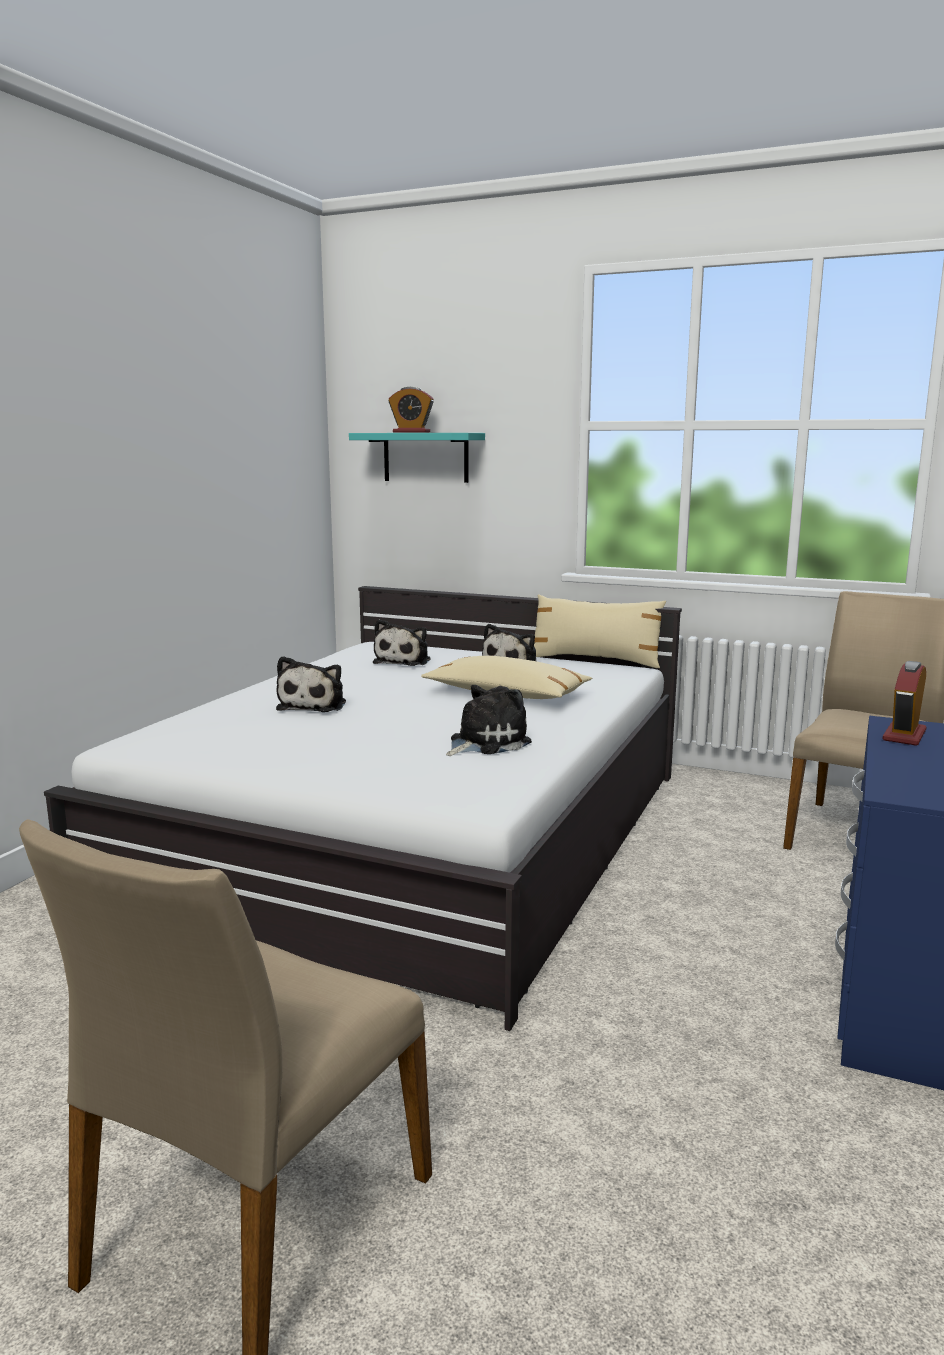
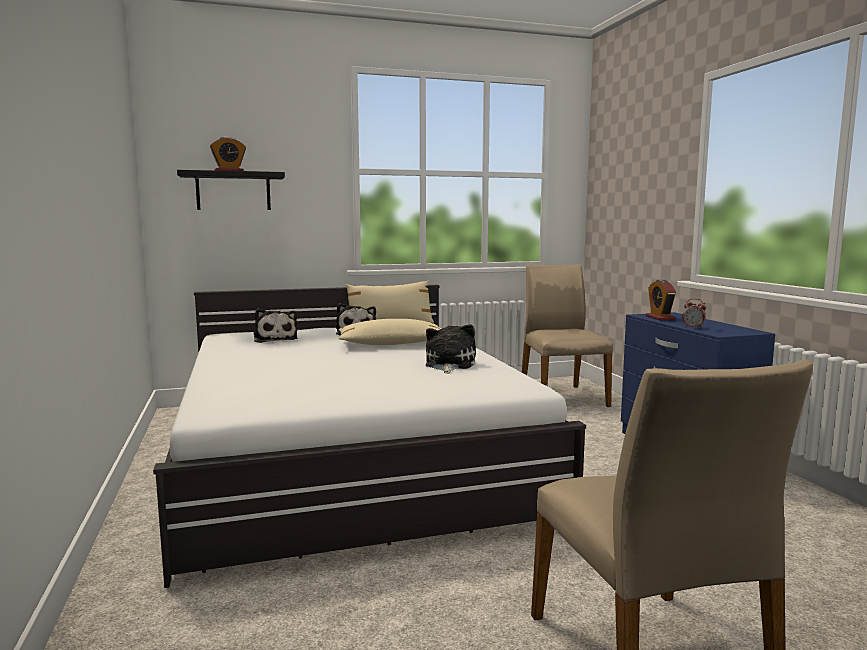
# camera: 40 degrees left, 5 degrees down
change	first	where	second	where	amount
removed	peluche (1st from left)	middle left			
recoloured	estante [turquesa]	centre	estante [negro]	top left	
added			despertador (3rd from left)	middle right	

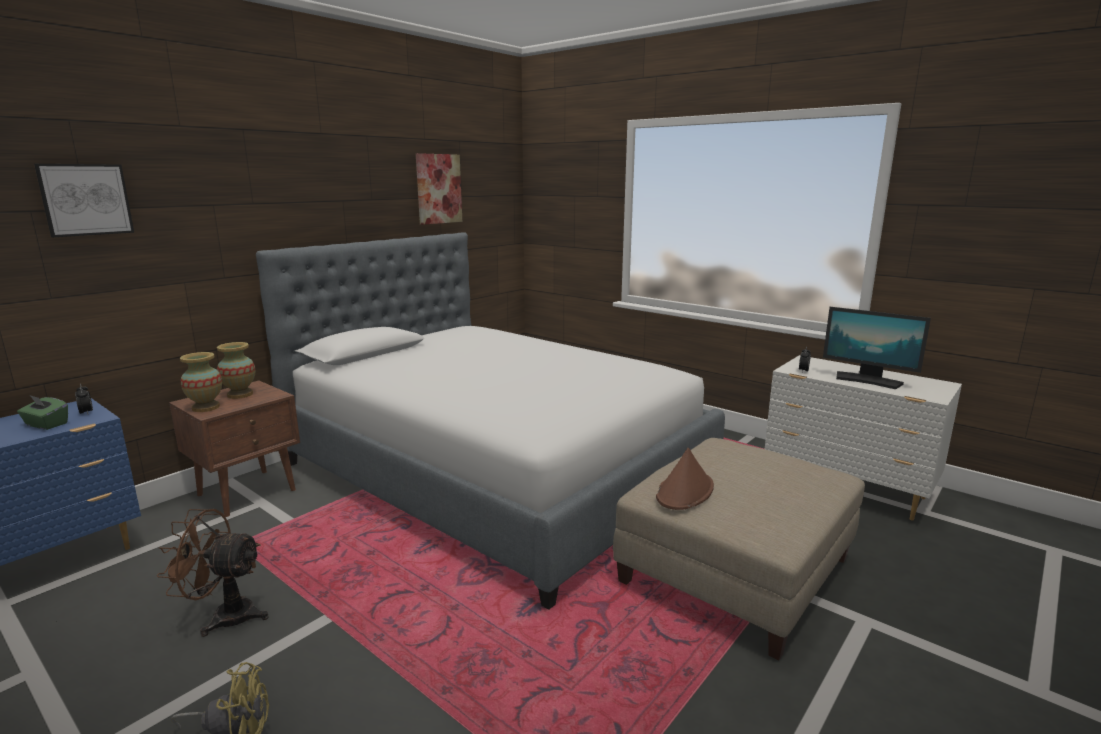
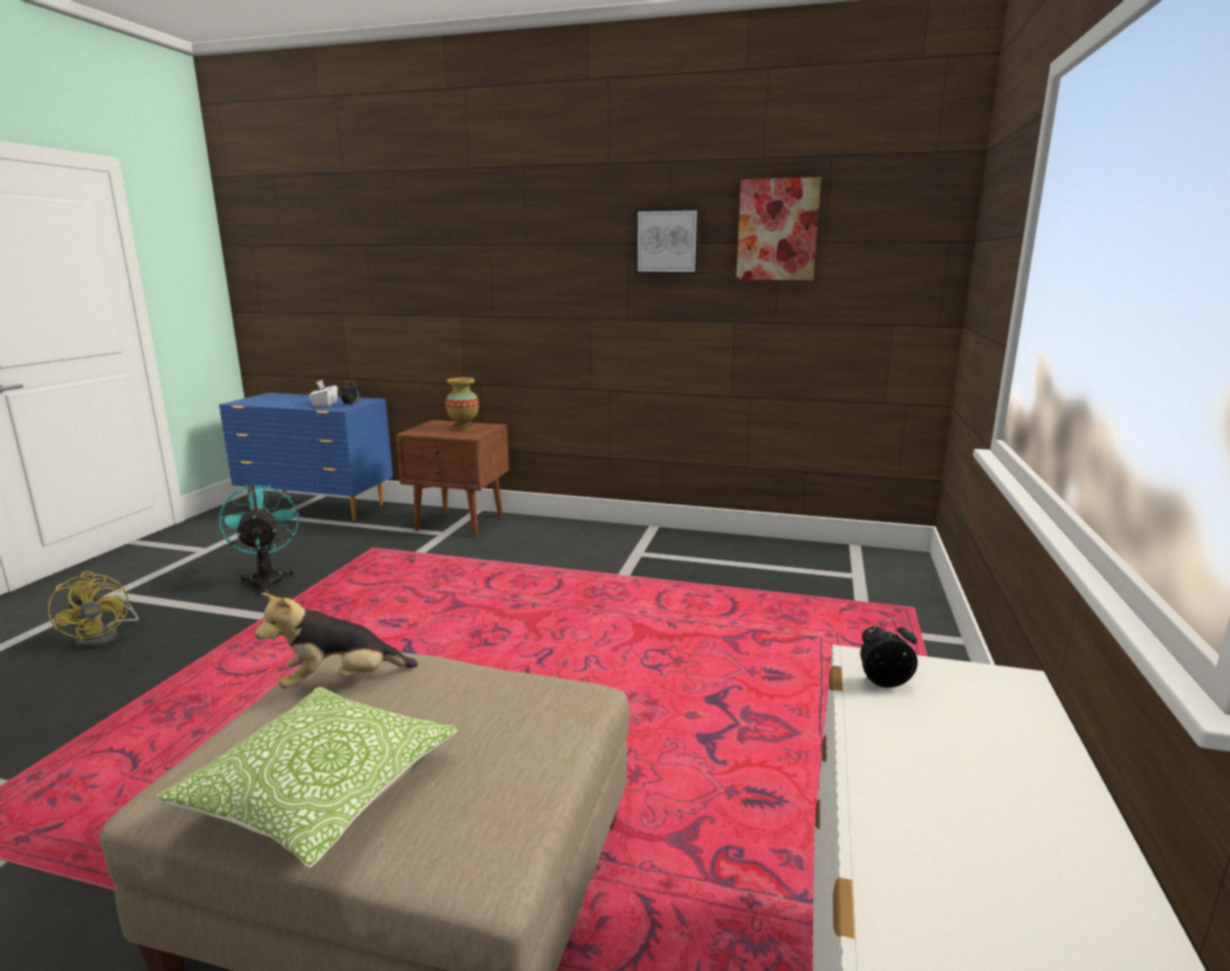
# camera: 65 degrees right, 0 degrees up
change	first	where	second	where	amount
recoloured	caja de pañuelos [verde]	middle left	caja de pañuelos [blanco]	middle left	
moved	cuadro (1st from left)	top left		top centre	
recoloured	ventilador [marrón]	bottom left	ventilador [turquesa]	middle left	
removed	florero (1st from left)	middle left			
removed	cama	centre			
replaced	sombrero [marrón]	centre	peluche	middle left	
removed	monitor	middle right			
added			cojín	bottom left	

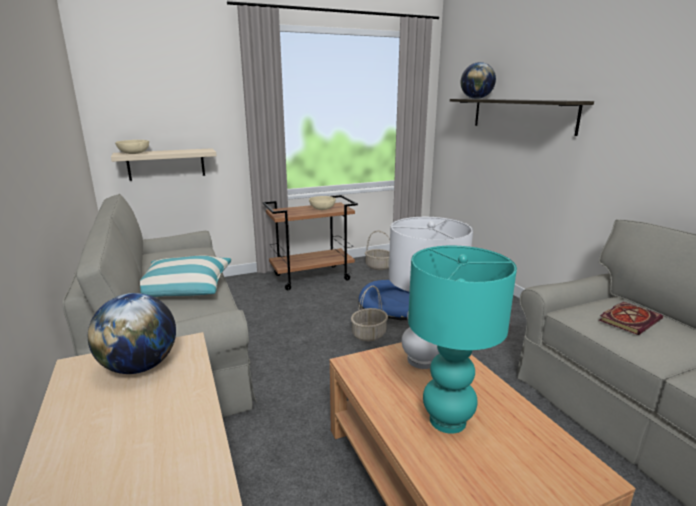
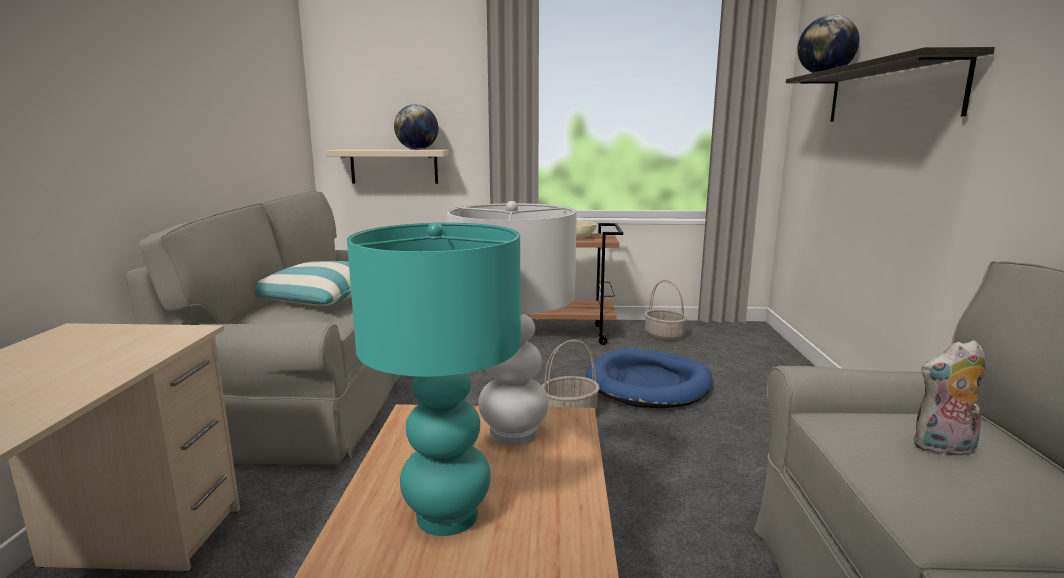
# camera: 25 degrees right, 5 degrees down
change	first	where	second	where	amount
moved	globo terráqueo (1st from left)	middle left		top centre	
removed	cuenco [beis] (1st from left)	top left			
replaced	libro	middle right	peluche	bottom right	

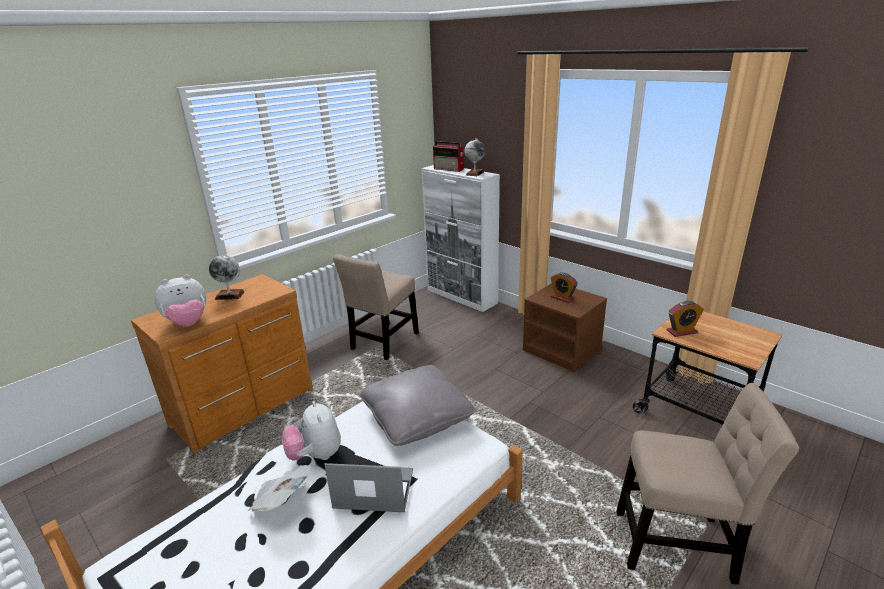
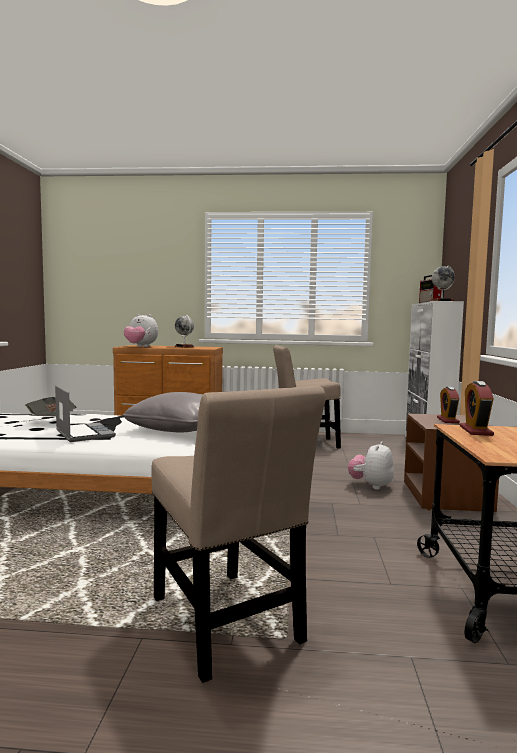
# camera: 50 degrees right, 20 degrees down
change	first	where	second	where	amount
moved	peluche (2nd from left)	bottom centre		middle right	
turned	despertador (2nd from left)	middle right		middle right	60 degrees clockwise

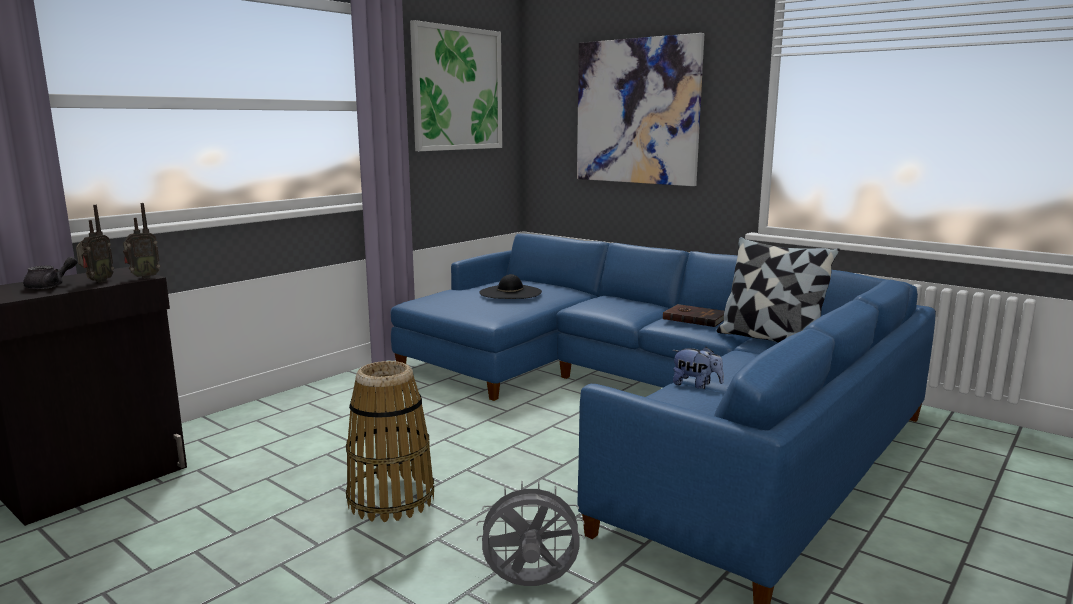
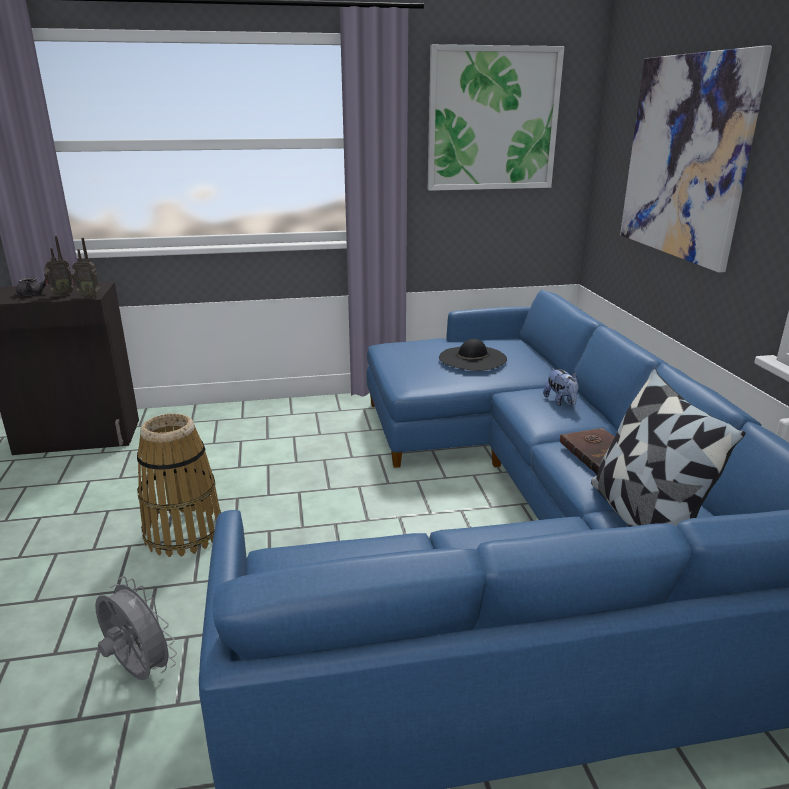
# camera: 40 degrees right, 10 degrees up
change	first	where	second	where	amount
moved	peluche	centre		middle right	

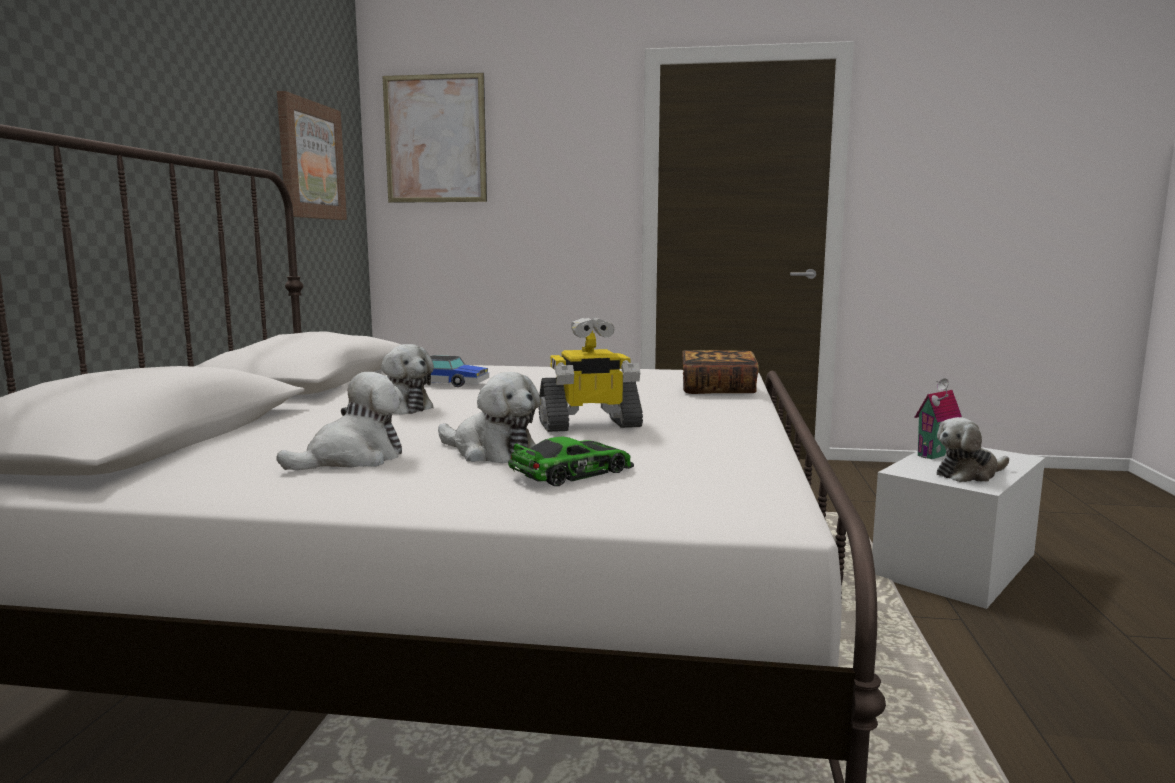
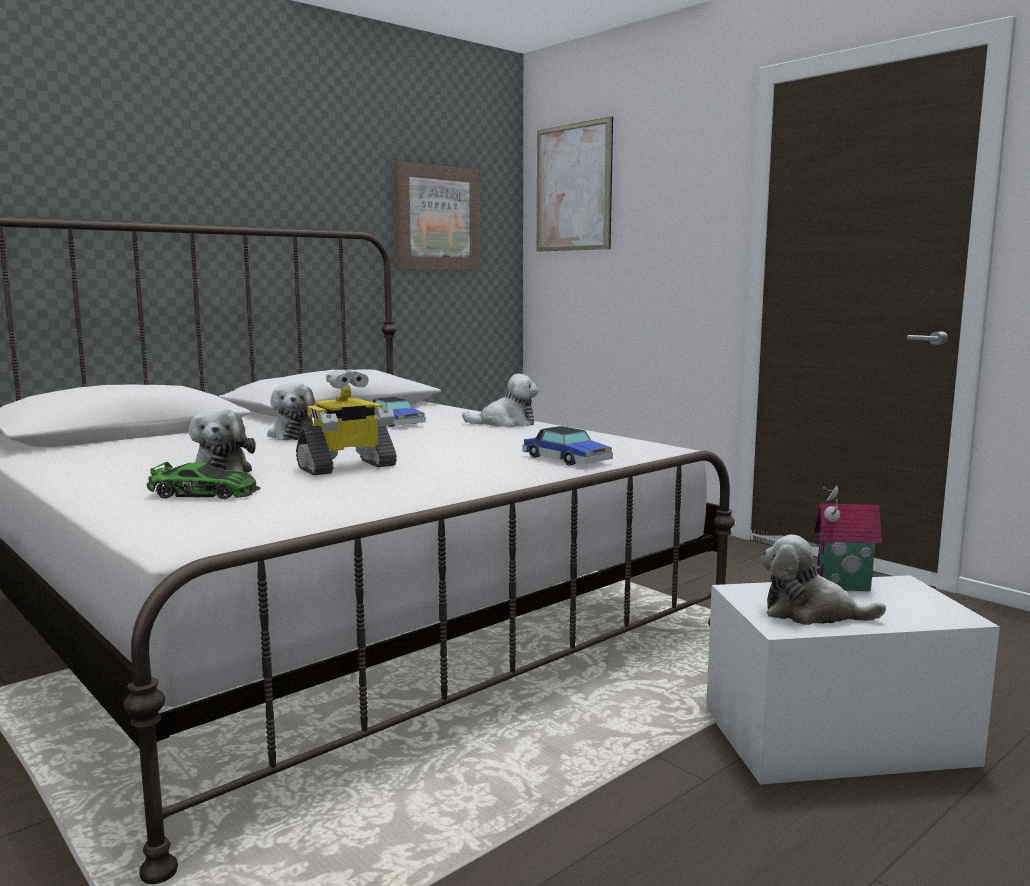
# camera: 40 degrees right, 0 degrees up
change	first	where	second	where	amount
moved	peluche (1st from left in the first image)	middle left	peluche (3rd from left)	centre	
turned	robot de juguete	centre		centre	60 degrees counterclockwise
replaced	libro	centre	coche de juguete (3rd from left)	centre	

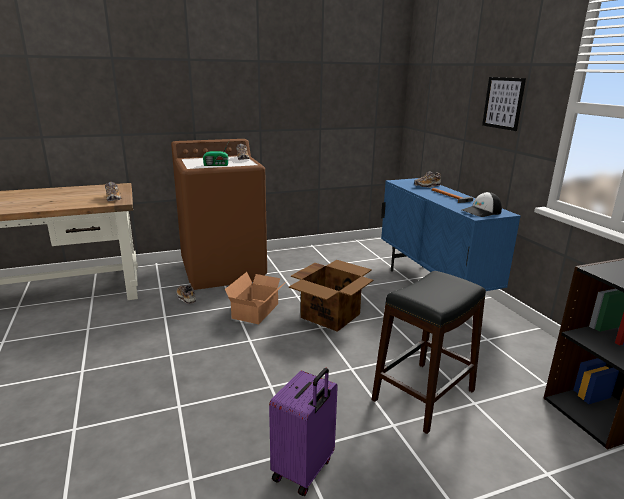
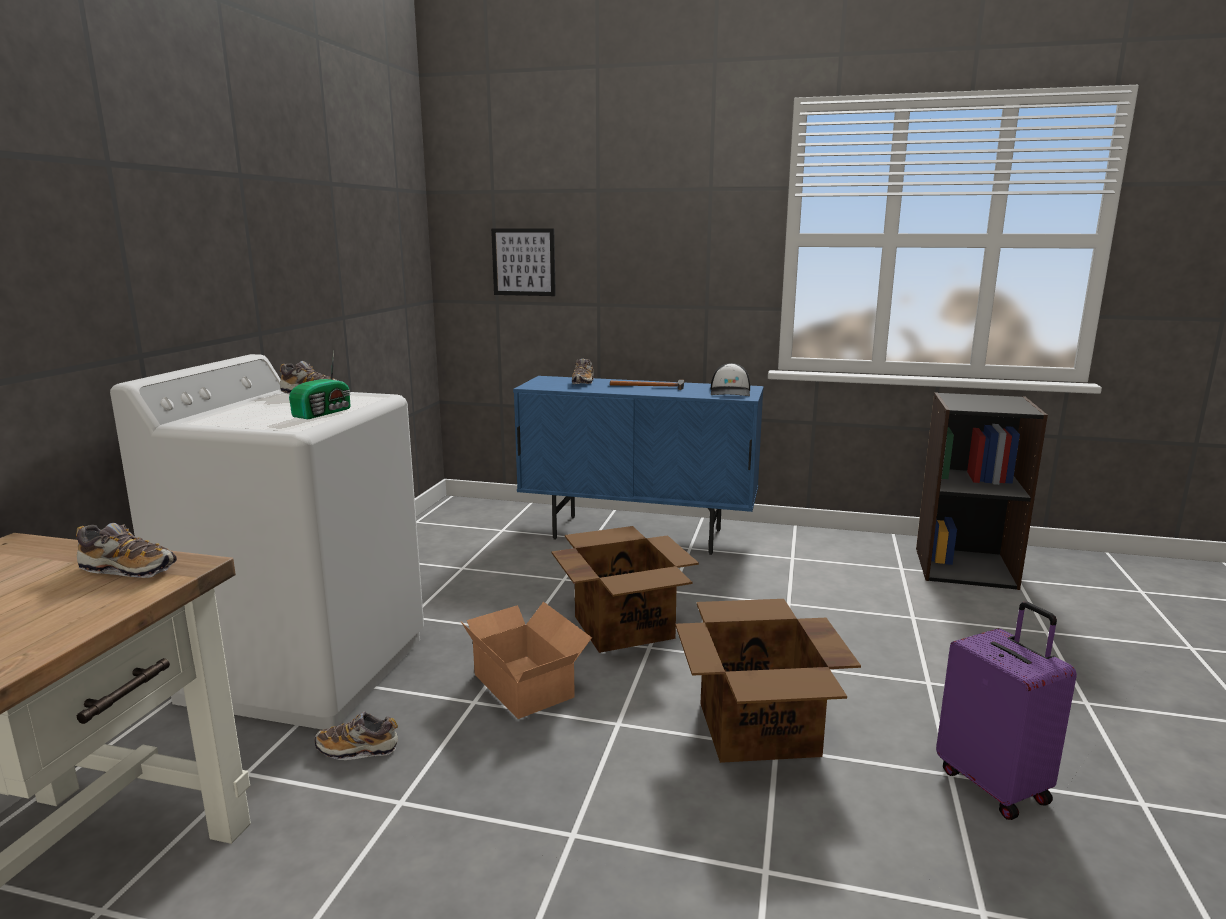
# camera: 55 degrees left, 5 degrees down
change	first	where	second	where	amount
recoloured	lavadora [marrón]	centre	lavadora [blanco]	middle left	
removed	taburete [negro]	bottom right			
moved	cuadro	top right		top centre	
added			caja de cartón (3rd from left)	bottom centre	

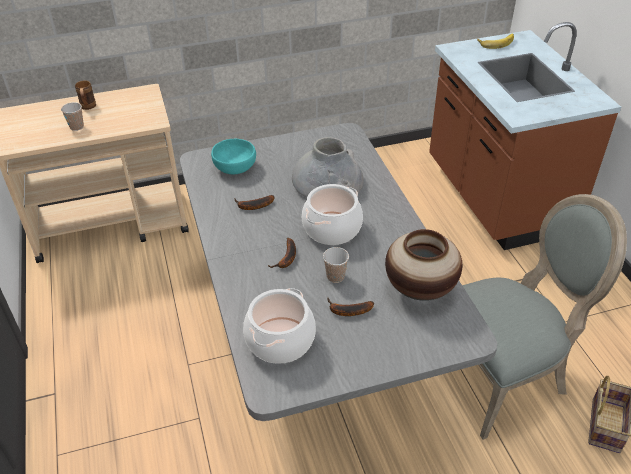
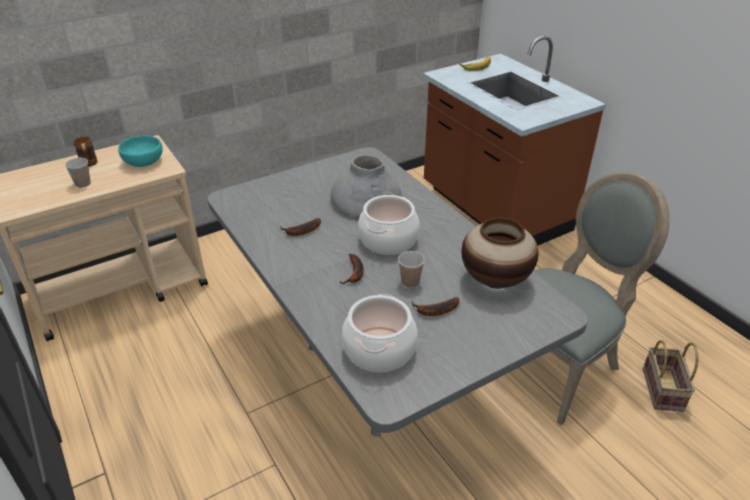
# camera: 15 degrees left, 5 degrees down
change	first	where	second	where	amount
moved	cuenco [turquesa]	top centre		top left	

